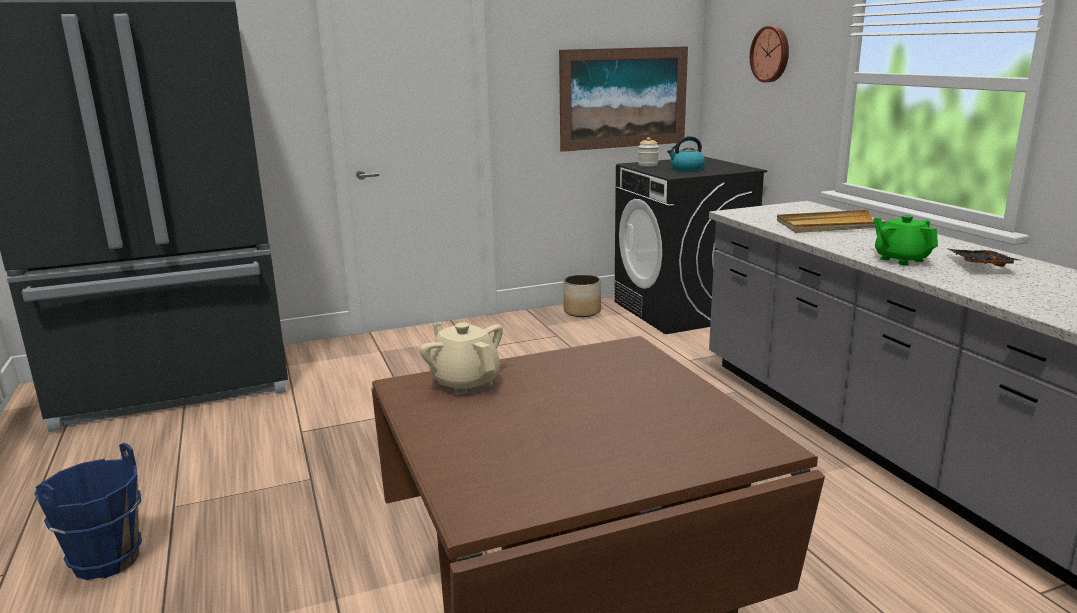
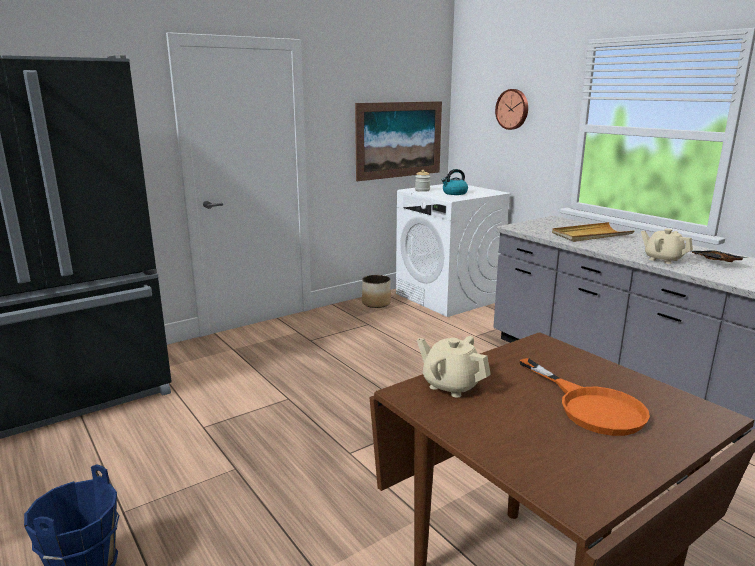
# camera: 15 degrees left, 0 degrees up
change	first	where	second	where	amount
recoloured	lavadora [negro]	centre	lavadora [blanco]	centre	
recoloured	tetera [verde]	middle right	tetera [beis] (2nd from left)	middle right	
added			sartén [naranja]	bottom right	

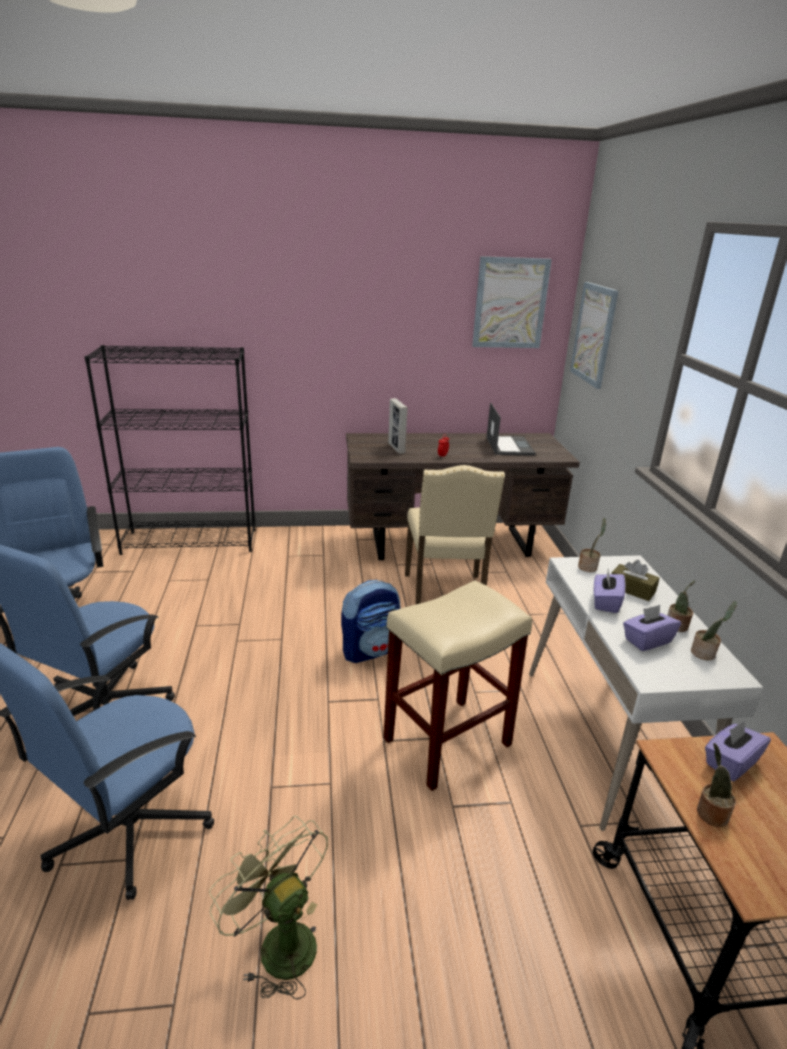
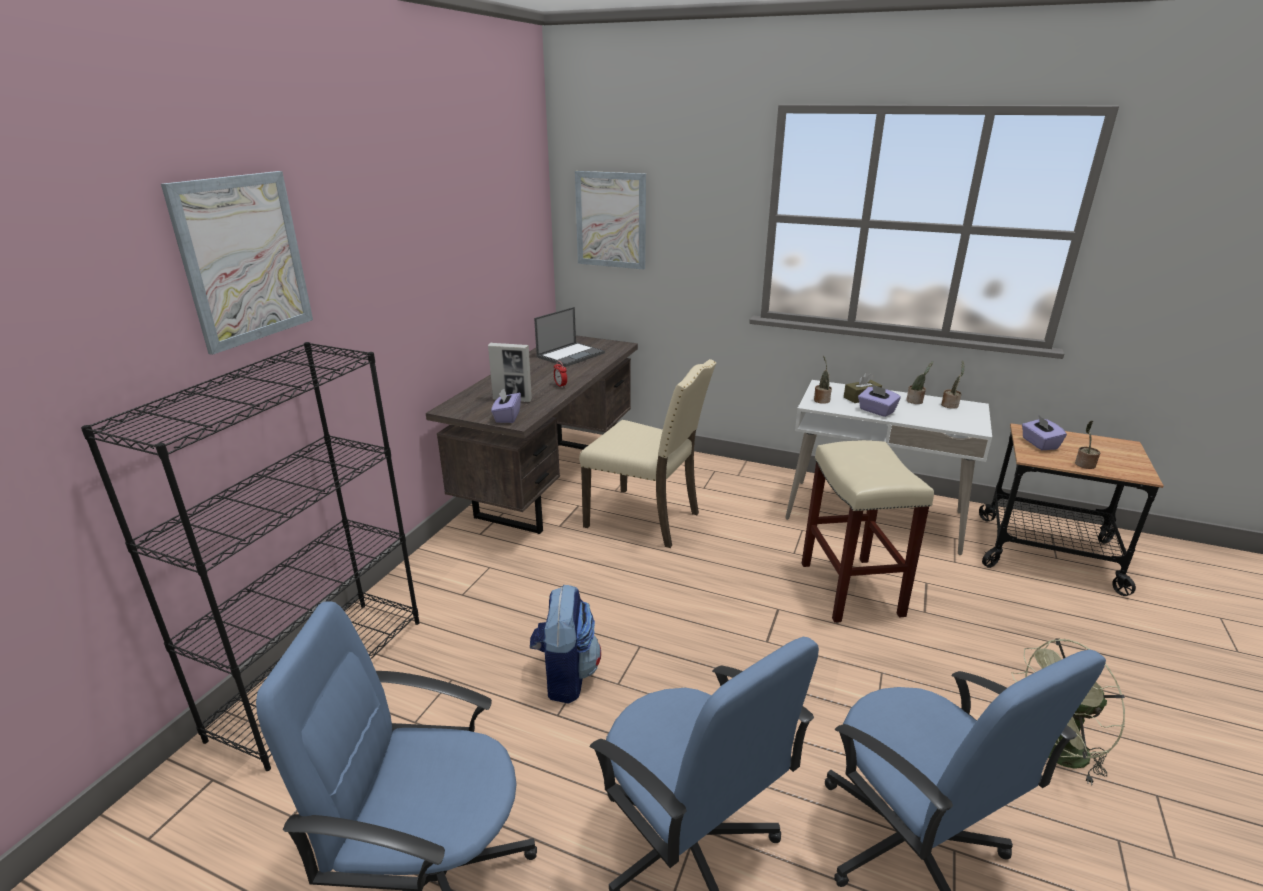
# camera: 60 degrees left, 0 degrees up
change	first	where	second	where	amount
moved	mochila	centre		bottom centre	
moved	cuadro (1st from left)	top centre		top left	
turned	portátil	centre		centre	105 degrees clockwise
moved	caja de pañuelos [morado] (2nd from left in the first image)	middle right	caja de pañuelos [morado] (1st from left)	centre	

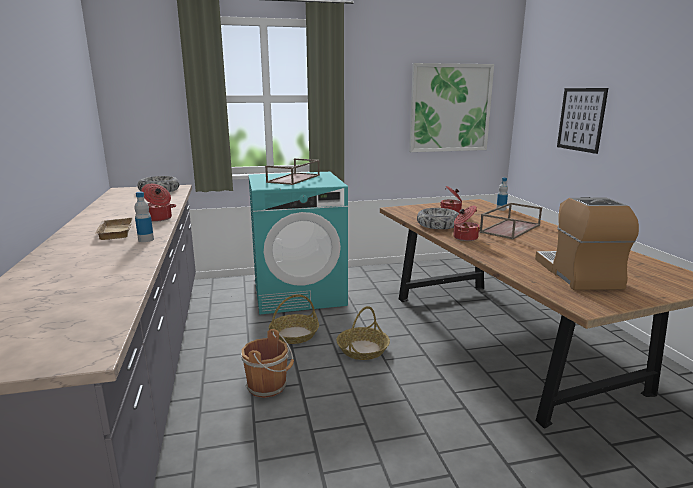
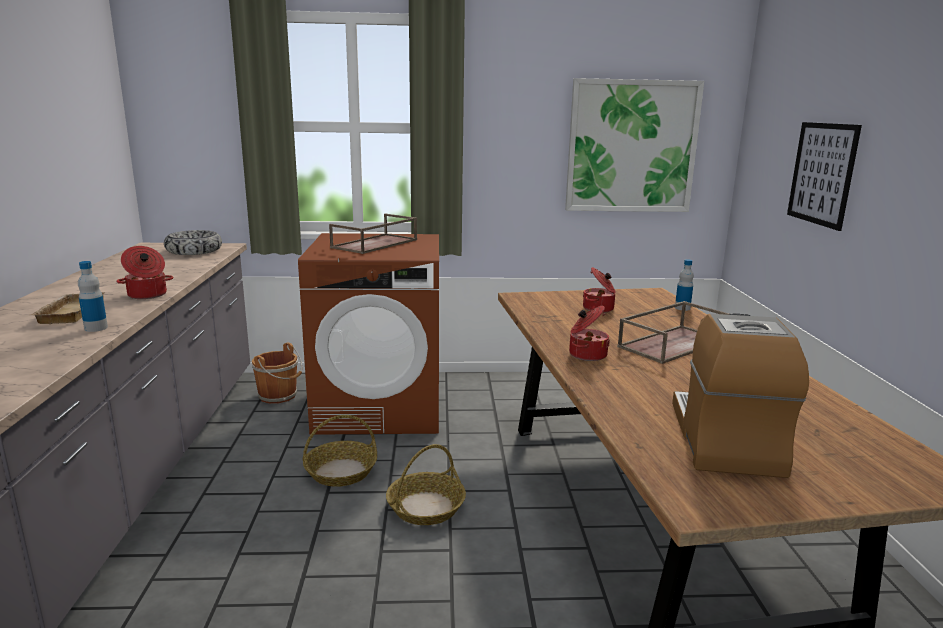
# camera: 10 degrees right, 0 degrees up
change	first	where	second	where	amount
moved	cubo [marrón]	bottom centre		middle left	
recoloured	lavadora [turquesa]	centre	lavadora [marrón]	centre	
removed	cuenco (2nd from left)	centre			

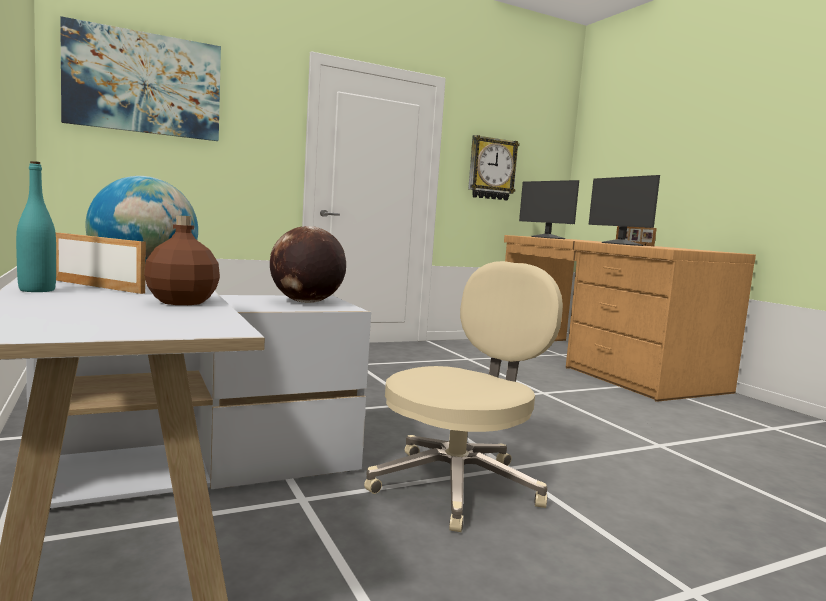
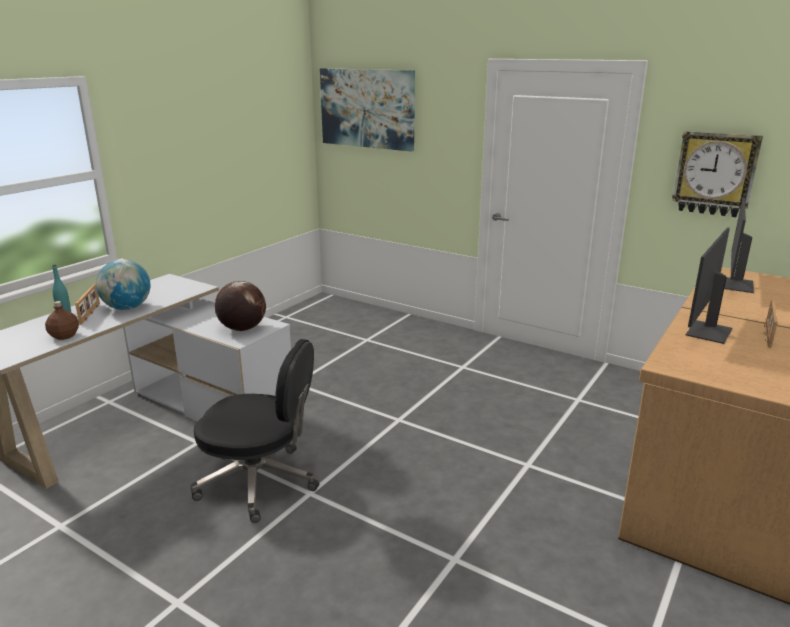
# camera: 60 degrees right, 15 degrees up
change	first	where	second	where	amount
recoloured	silla de oficina [beis]	centre	silla de oficina [negro]	bottom left	

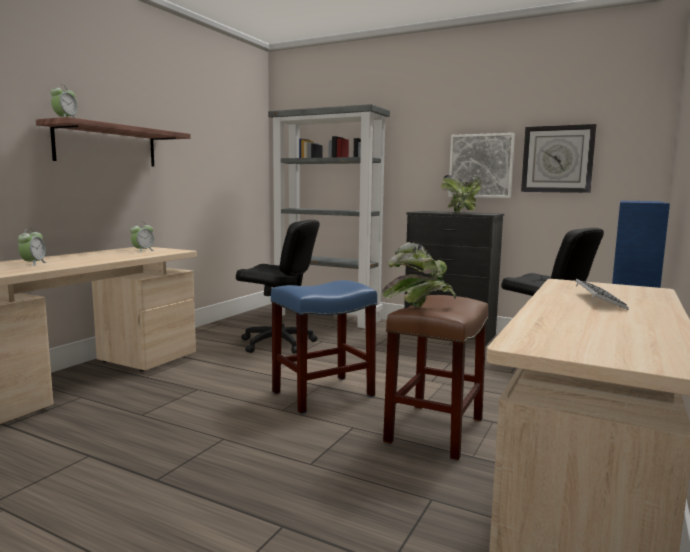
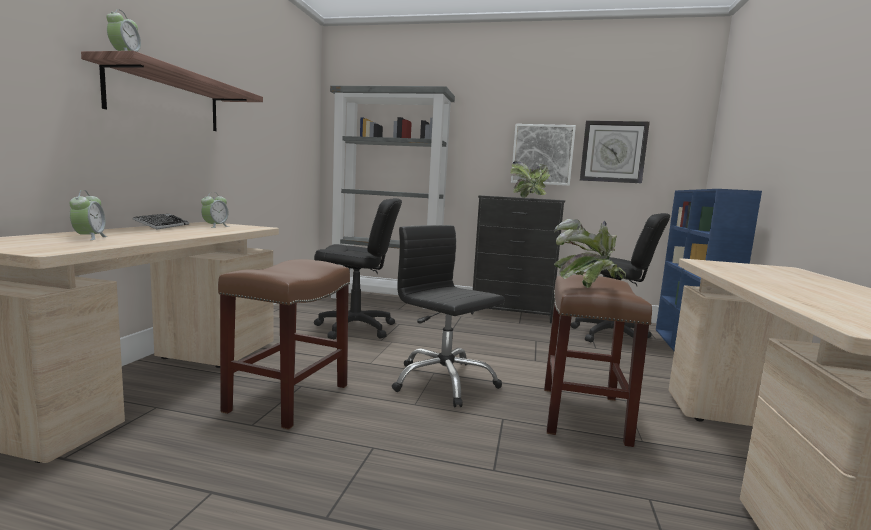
# camera: 15 degrees left, 0 degrees up
change	first	where	second	where	amount
replaced	taburete [azul]	centre	silla de oficina [negro] (2nd from left)	centre	
moved	teclado	middle right		middle left	
added			taburete [marrón] (1st from left)	middle left	

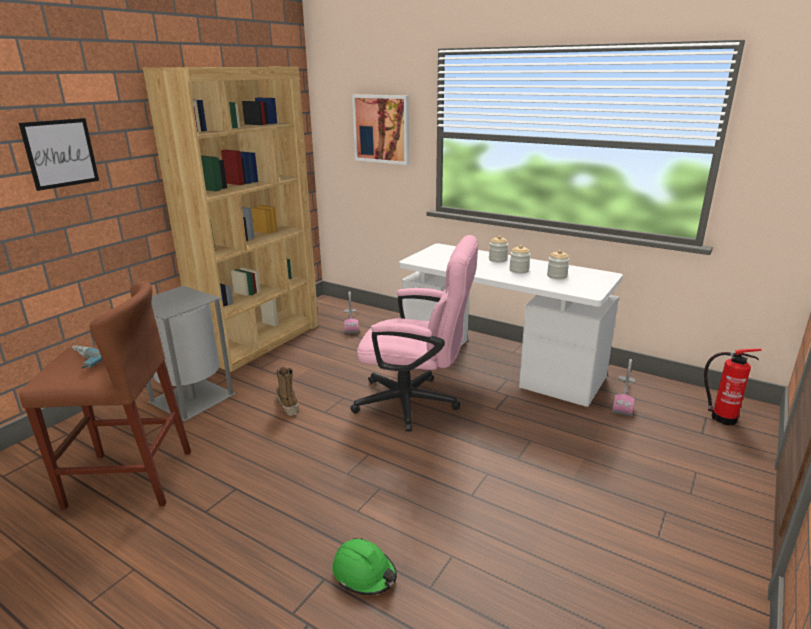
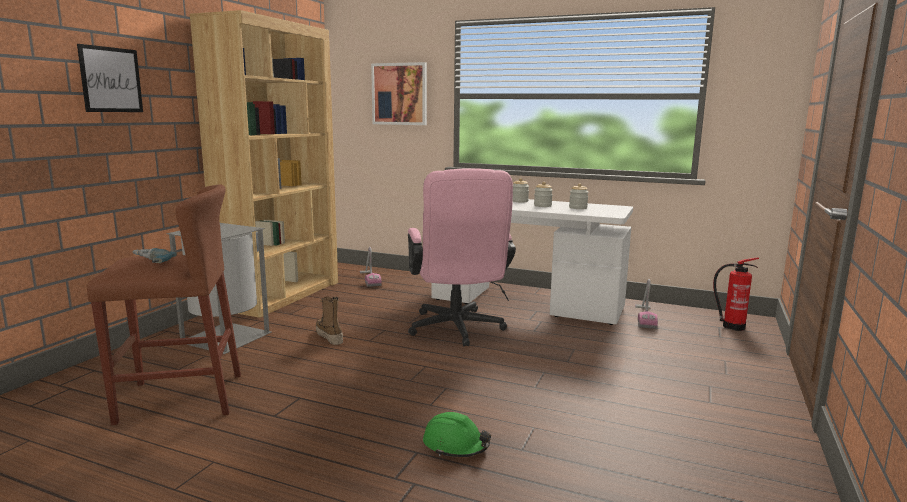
# camera: 10 degrees left, 10 degrees down
change	first	where	second	where	amount
turned	silla de oficina [rosa]	centre		centre	75 degrees clockwise

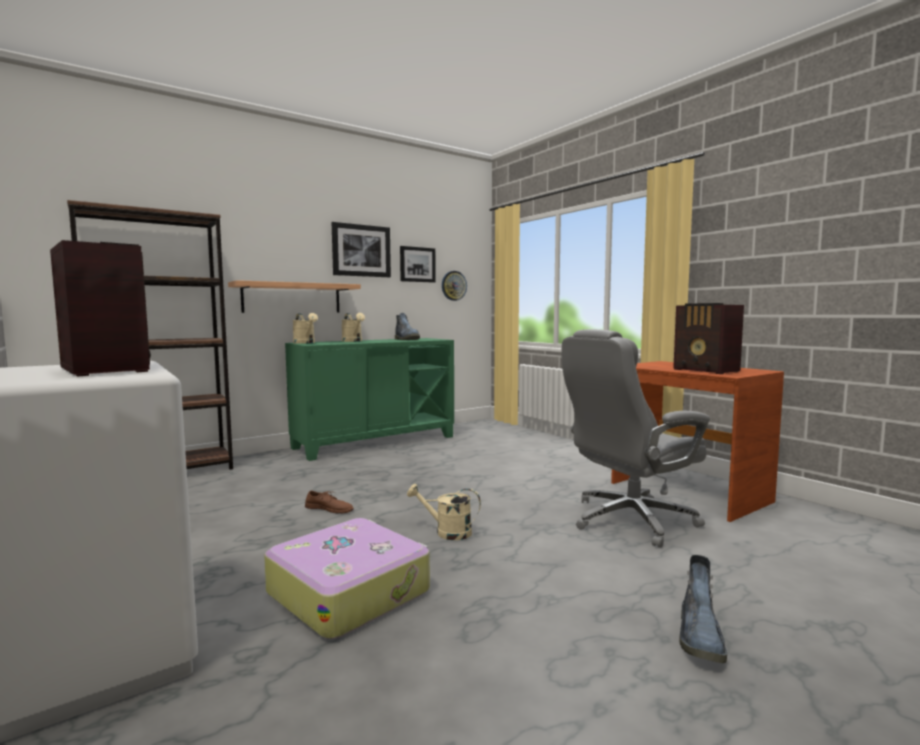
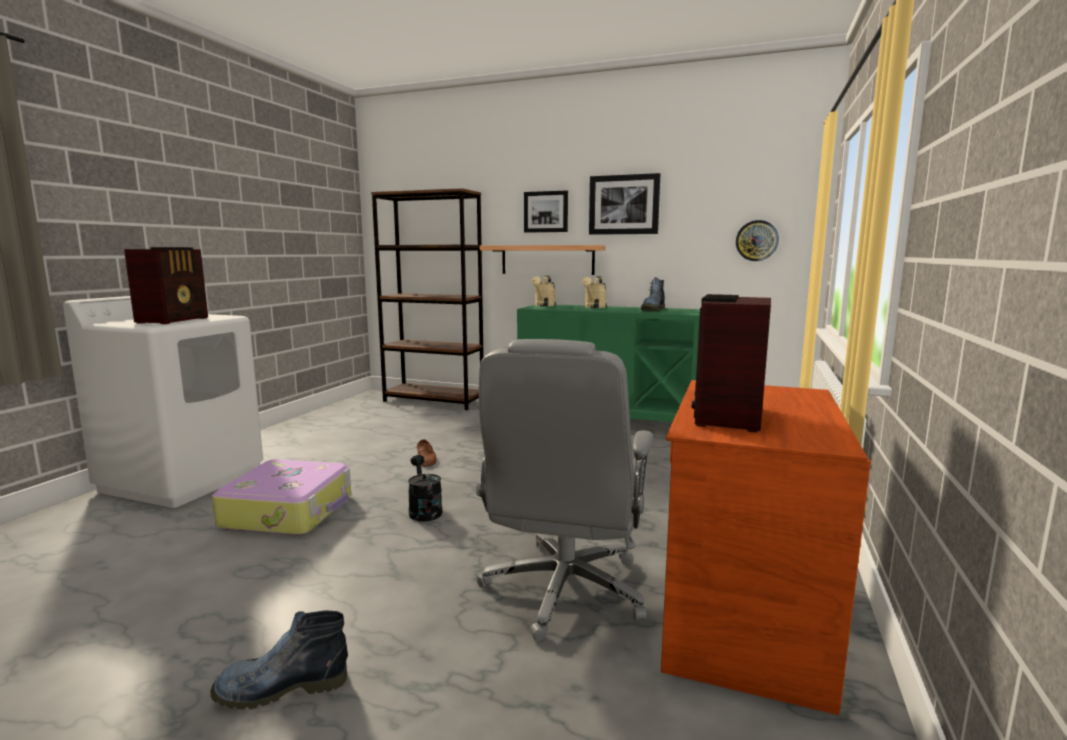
# camera: 55 degrees right, 5 degrees up
change	first	where	second	where	amount
moved	cuadro (2nd from left in the first image)	centre	cuadro (1st from left)	top centre	
recoloured	regadera [beis] (3rd from left)	bottom centre	regadera [negro]	centre	
turned	silla de oficina [gris]	middle right		centre	105 degrees counterclockwise

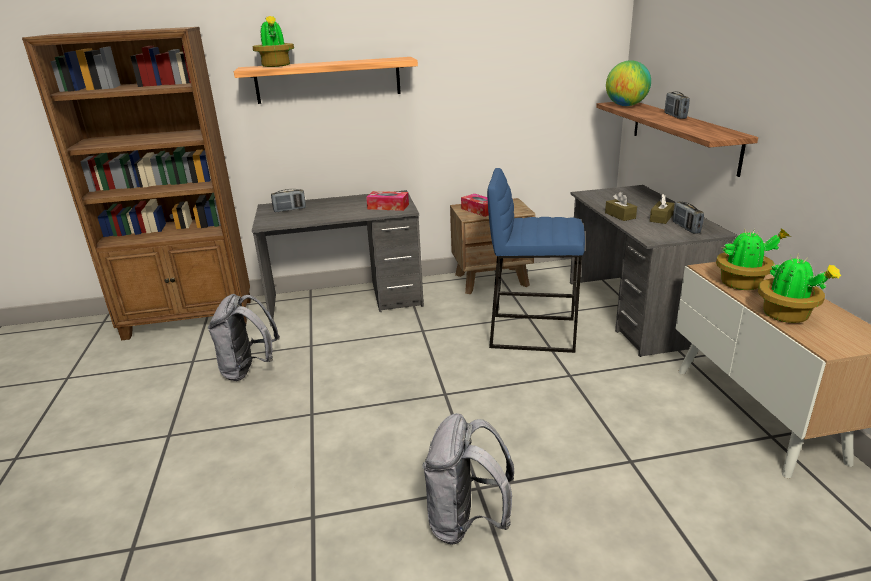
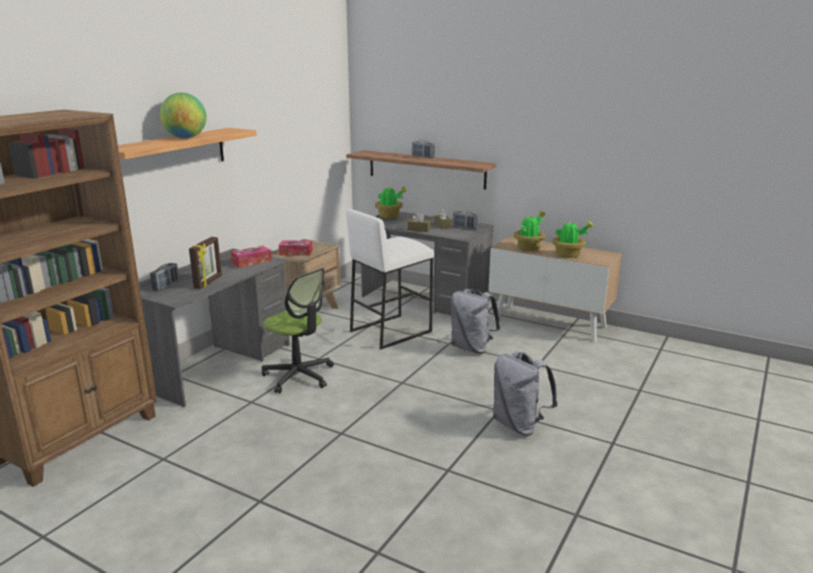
# camera: 50 degrees left, 5 degrees down
change	first	where	second	where	amount
moved	mochila [gris] (1st from left)	middle left		centre	
moved	planta en maceta (1st from left)	top left		centre	
recoloured	taburete [azul]	centre	taburete [blanco]	centre	
moved	globo terráqueo	top right		top left	
added			portarretratos	middle left	
added			silla de oficina	centre	

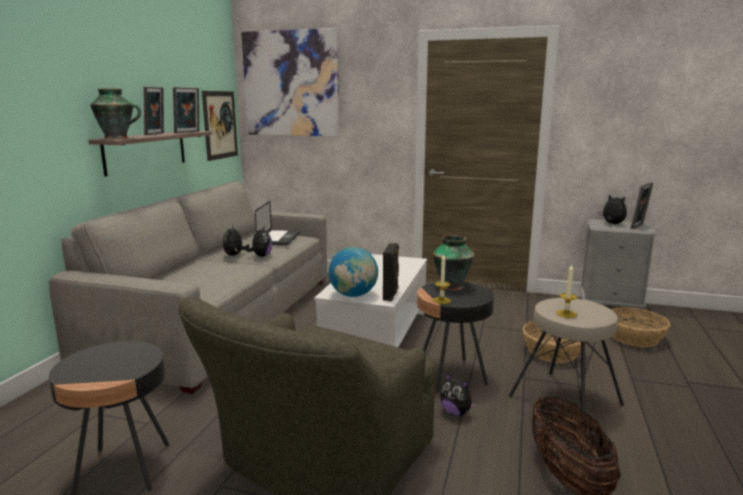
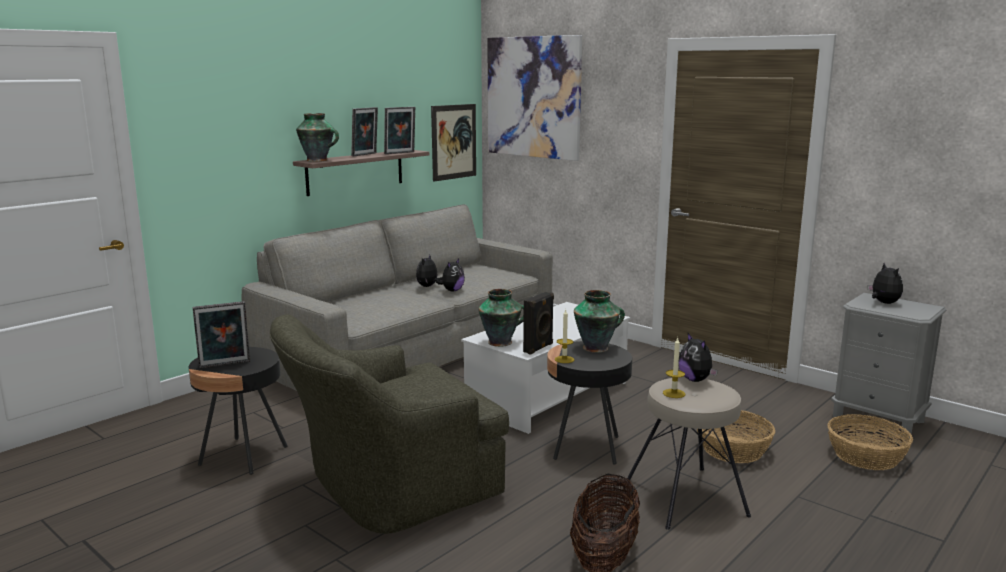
# camera: 25 degrees right, 0 degrees up
change	first	where	second	where	amount
removed	portátil	centre			
replaced	globo terráqueo	centre	florero (2nd from left)	centre	
moved	peluche (3rd from left)	bottom centre		middle right	
moved	portarretratos (3rd from left in the first image)	middle right	portarretratos (1st from left)	middle left	

